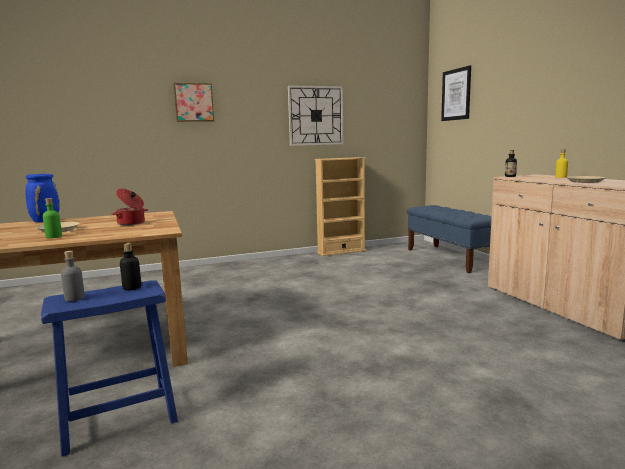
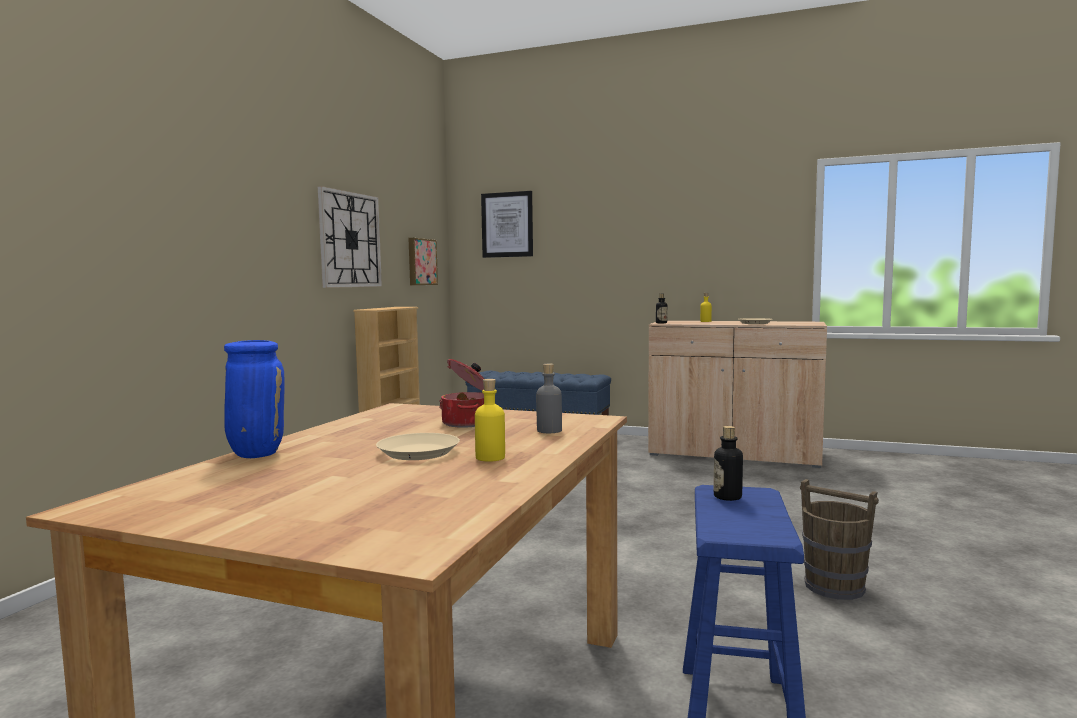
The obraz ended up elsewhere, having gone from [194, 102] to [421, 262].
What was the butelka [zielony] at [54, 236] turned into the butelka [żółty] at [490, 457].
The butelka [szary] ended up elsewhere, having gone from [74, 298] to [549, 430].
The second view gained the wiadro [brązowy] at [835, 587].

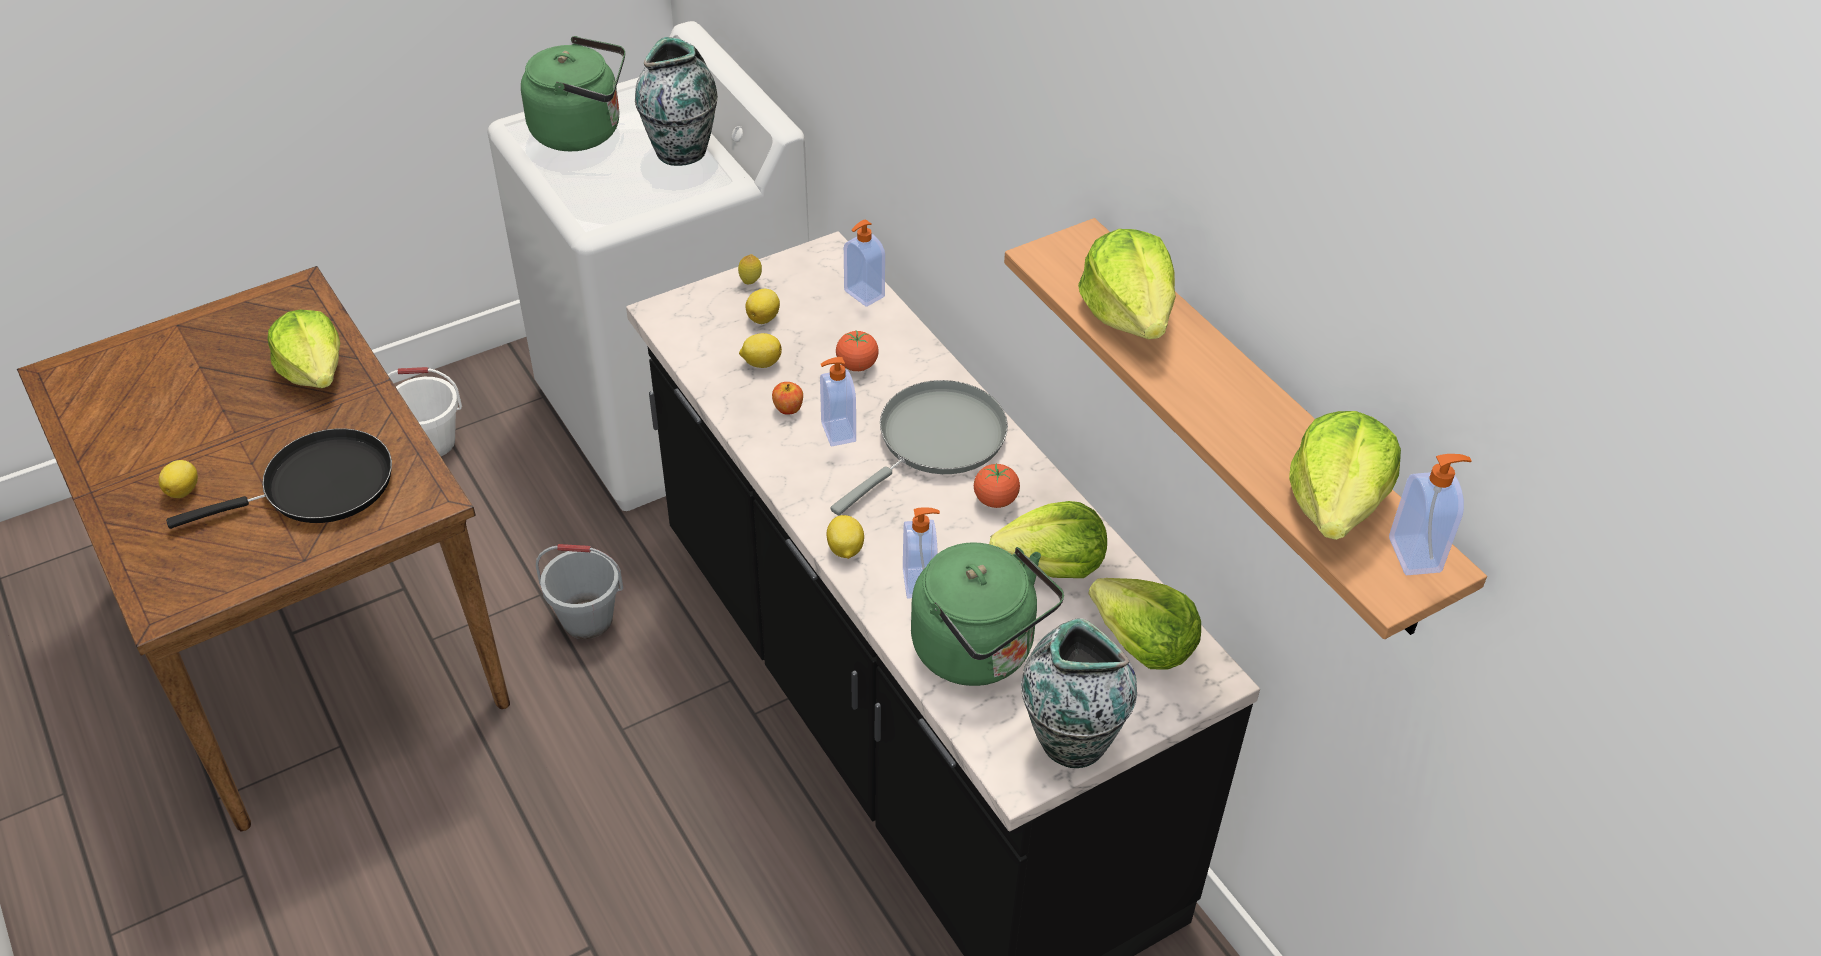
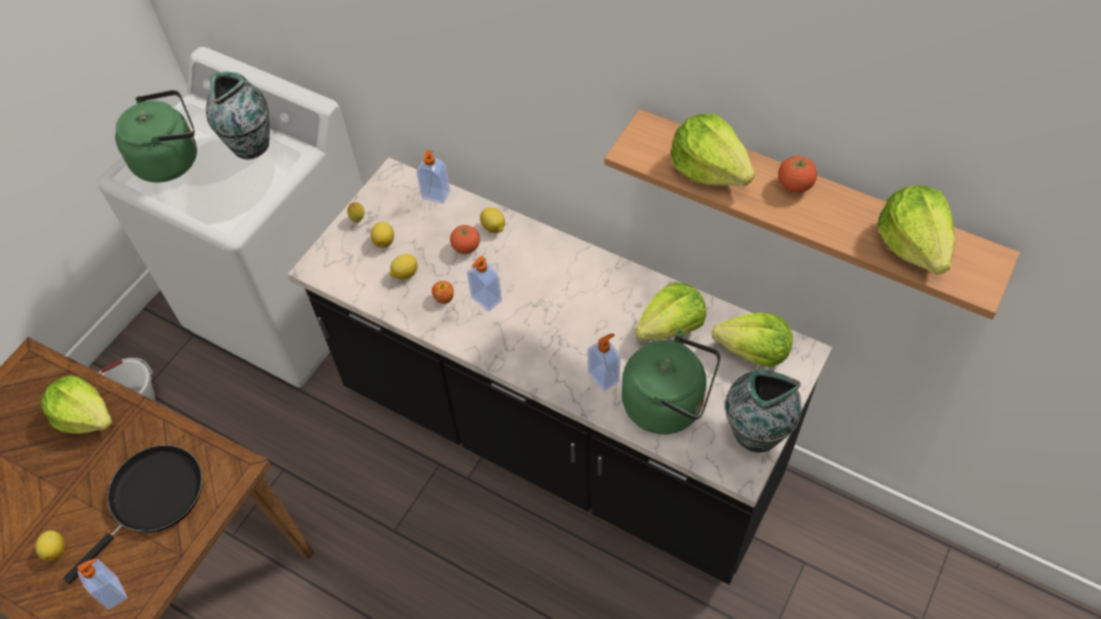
The dozownik mydła ended up elsewhere, having gone from [1416, 555] to [114, 592].
The cytryna ended up elsewhere, having gone from [845, 550] to [493, 228].
The pomidor ended up elsewhere, having gone from [995, 500] to [794, 185].
The second view lost the wiadro [szary] at [588, 619].
The second view lost the patelnia [szary] at [936, 441].

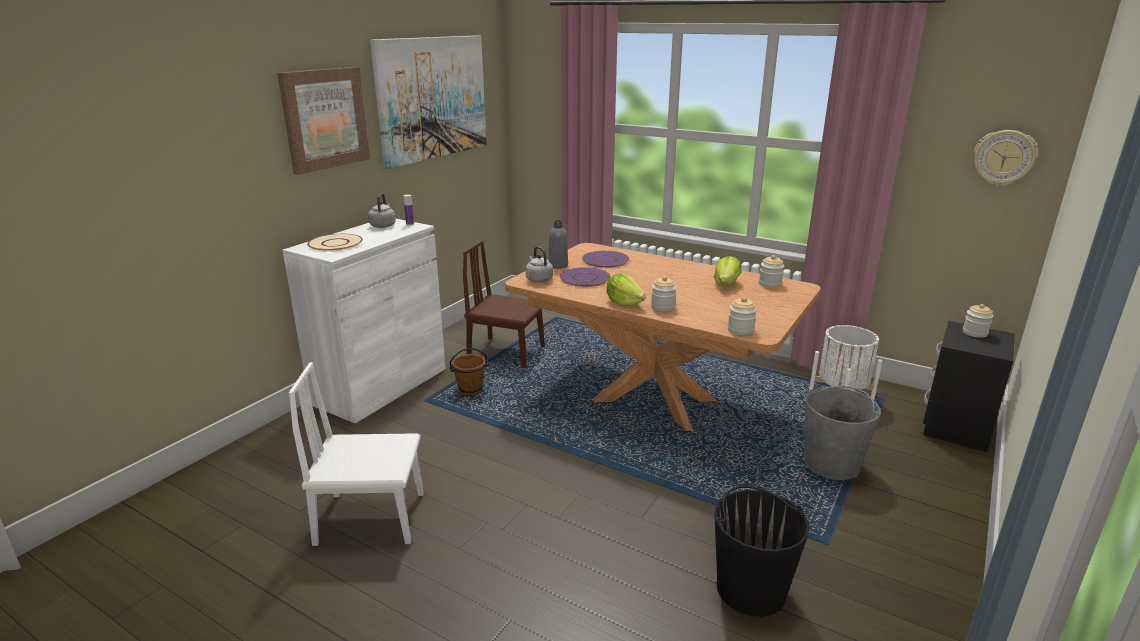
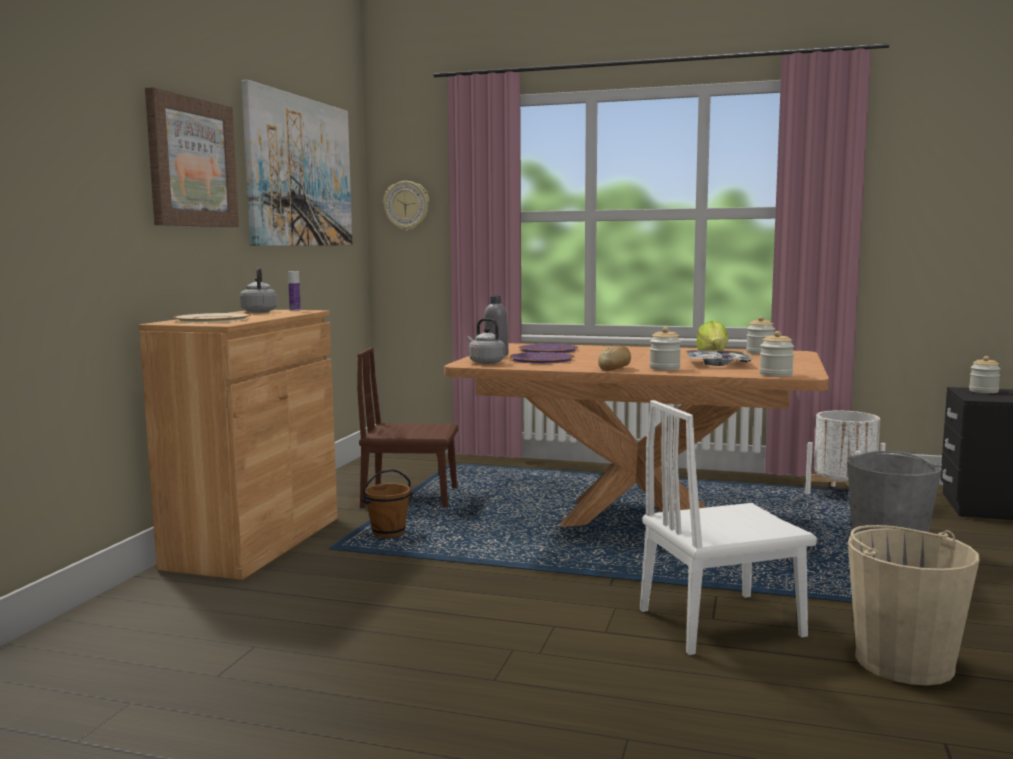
What was the szafka [biały] at [381, 386] turned into the szafka [brązowy] at [254, 542].
The zegar ścienny ended up elsewhere, having gone from [1003, 158] to [407, 206].
Where the sałata stood at [624, 303], the chleb came to stand at [615, 369].
The krzesło [biały] ended up elsewhere, having gone from [371, 518] to [721, 622].
The second view gained the taca at [717, 364].
What was the wiadro [czarny] at [750, 589] turned into the wiadro [beżowy] at [903, 661].

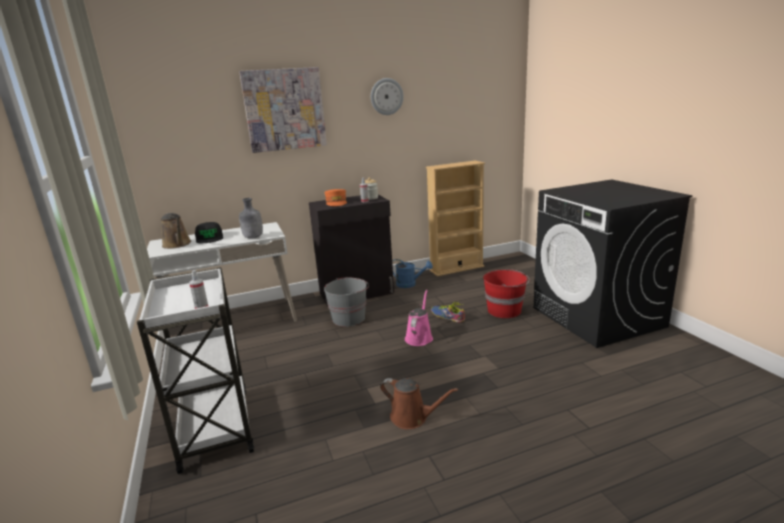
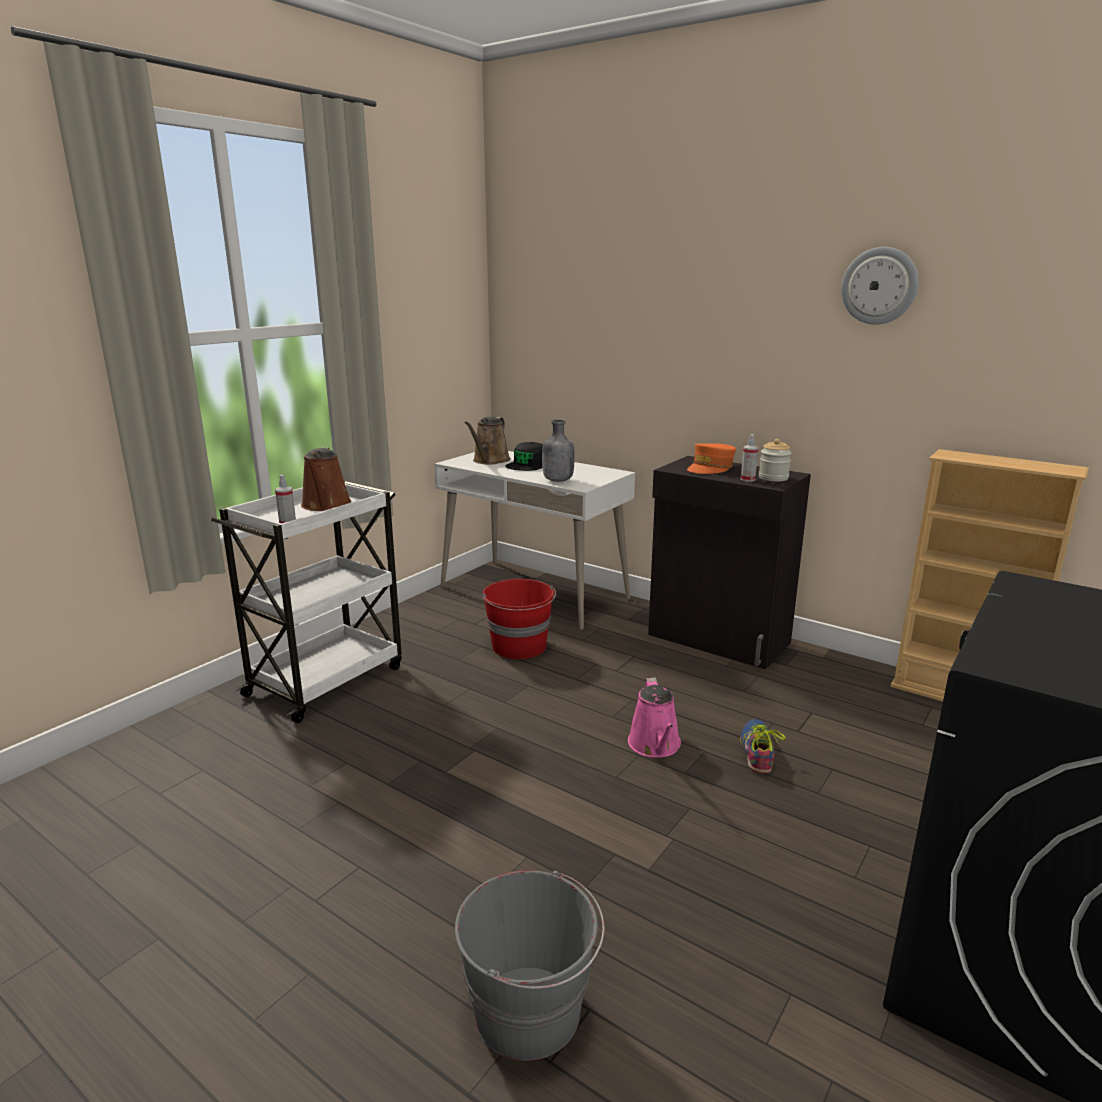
The konewka [brązowy] ended up elsewhere, having gone from [412, 418] to [325, 505].
The wiadro [szary] ended up elsewhere, having gone from [349, 318] to [530, 1011].
The wiadro [czerwony] ended up elsewhere, having gone from [505, 310] to [519, 647].
The konewka [różowy] at [419, 337] ended up facing another way, 105 degrees clockwise from before.
The second view lost the obraz at [284, 110].
The second view lost the konewka [niebieski] at [410, 284].

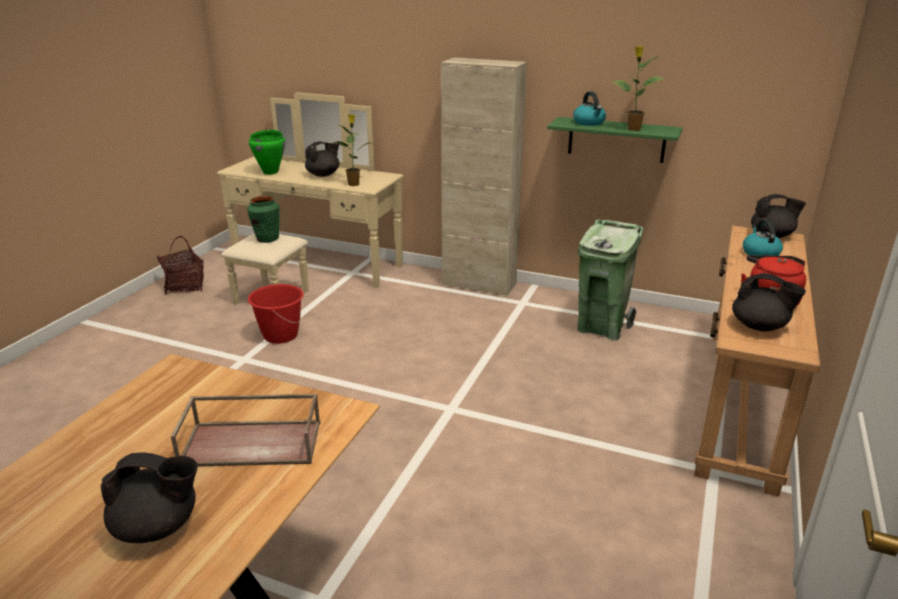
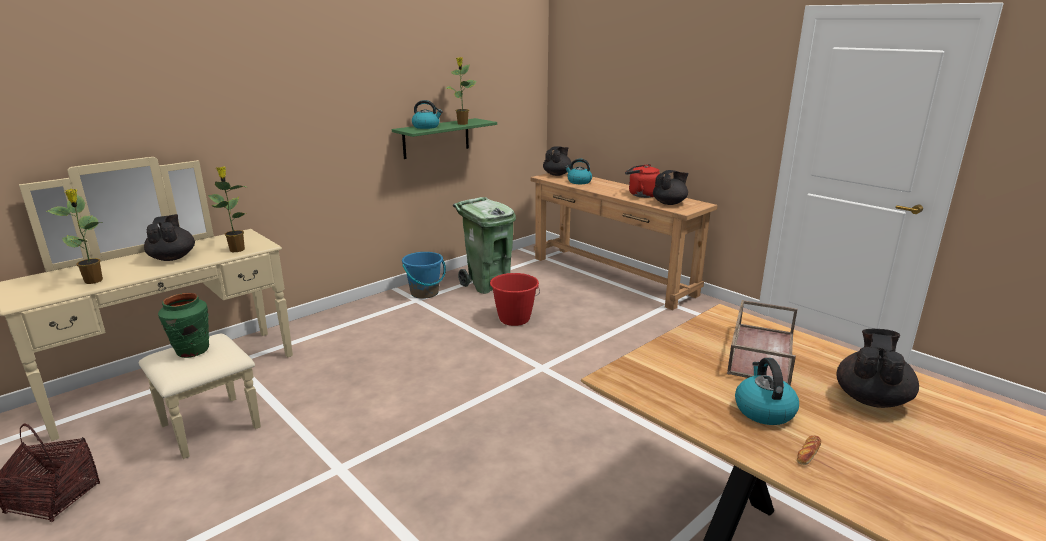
Where the garnek [zielony] stood at [271, 172], the roślina doniczkowa came to stand at [94, 281].
The second view gained the wiadro [niebieski] at [424, 293].
The wiadro [czerwony] ended up elsewhere, having gone from [280, 335] to [514, 319].
The second view gained the czajnik at [763, 410].
The second view gained the chleb at [808, 453].
The second view lost the szafka [beżowy] at [479, 284].

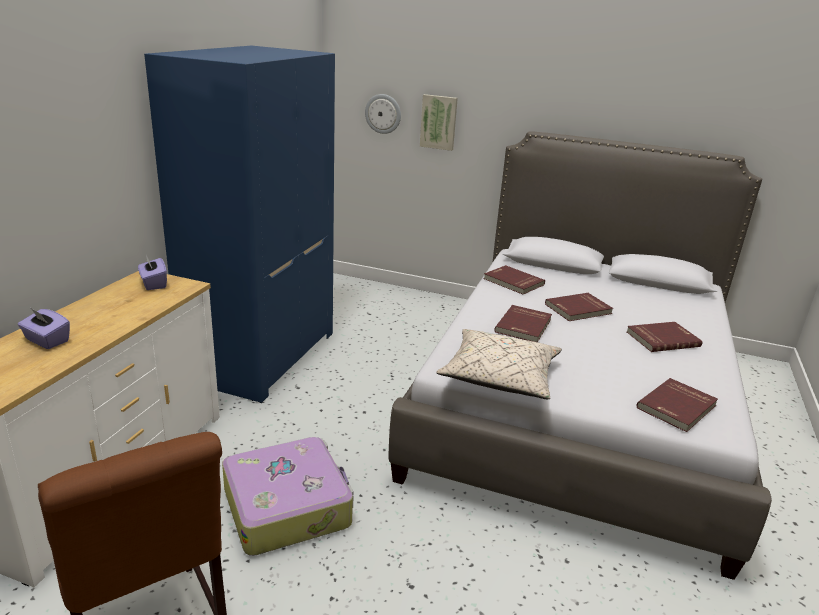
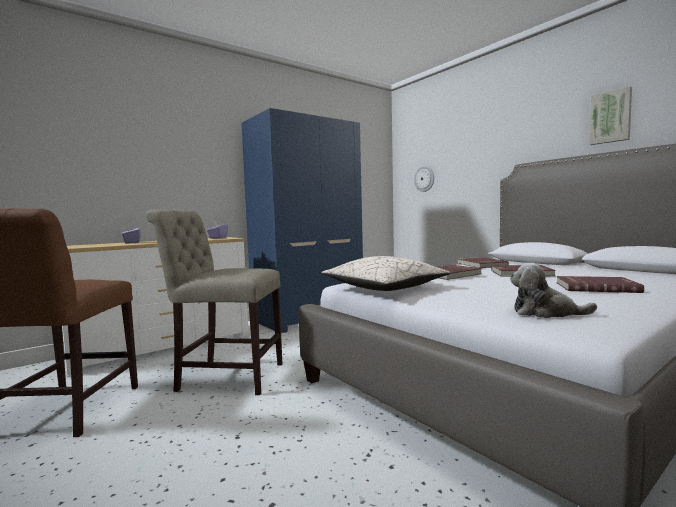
Where the walizka stood at [288, 506], the krzesło [beżowy] came to stand at [226, 376].
Where the książka [czerwony] stood at [678, 407], the pluszak came to stand at [545, 313].
The obraz ended up elsewhere, having gone from [438, 122] to [610, 117].

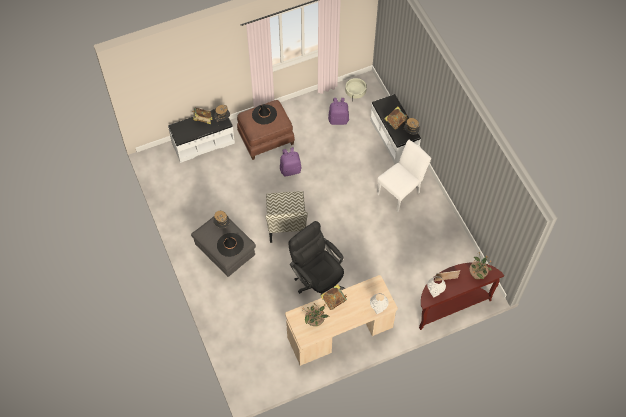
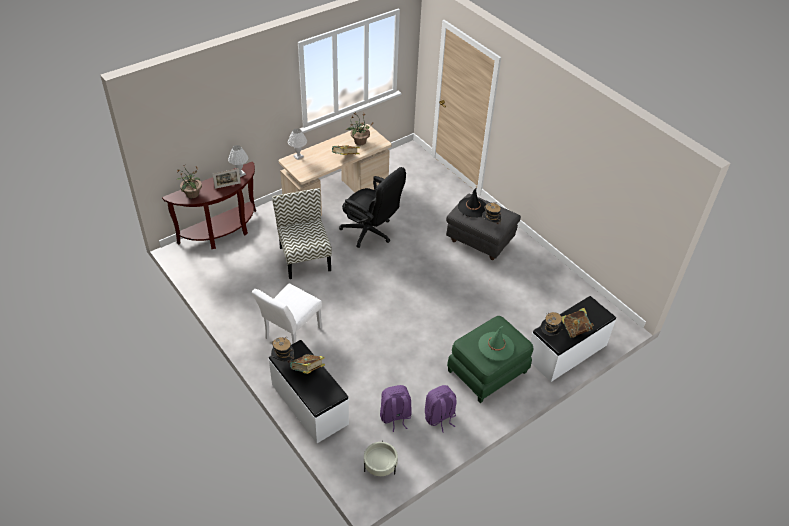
The krzesło ended up elsewhere, having gone from [286, 225] to [304, 258].
The plecak [fioletowy] ended up elsewhere, having gone from [290, 169] to [439, 417].
What was the pufa [brązowy] at [266, 138] turned into the pufa [zielony] at [488, 372].
What was the kapelusz [czarny] at [264, 114] turned into the kapelusz [zielony] at [496, 346].

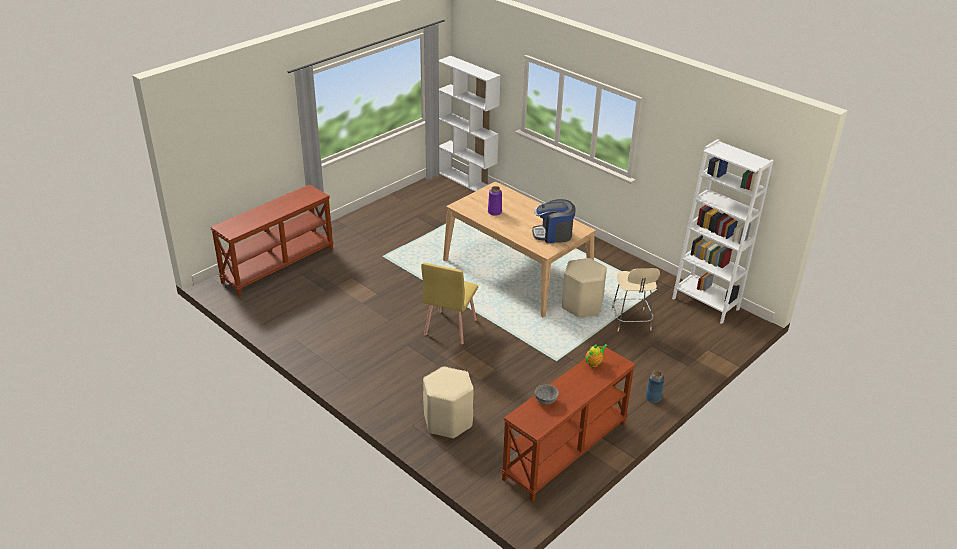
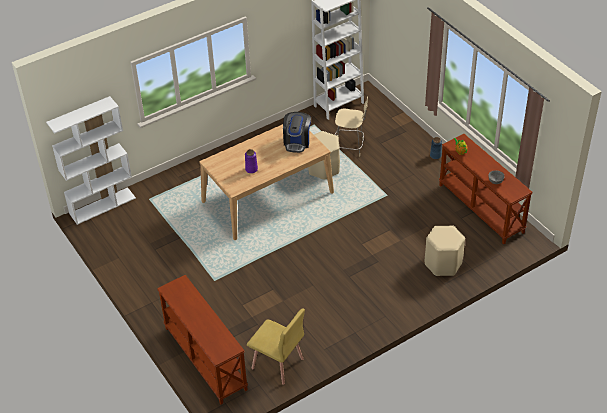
The krzesło [żółty] ended up elsewhere, having gone from [450, 327] to [277, 364].

